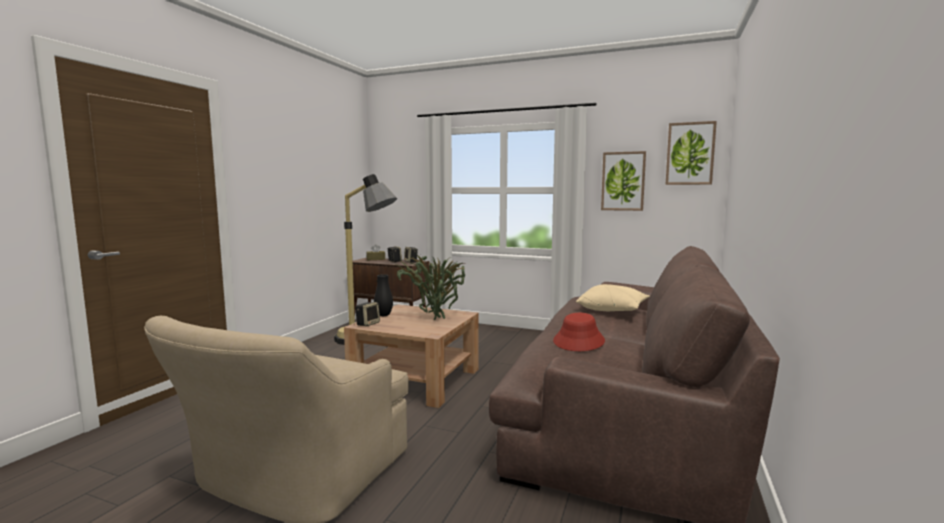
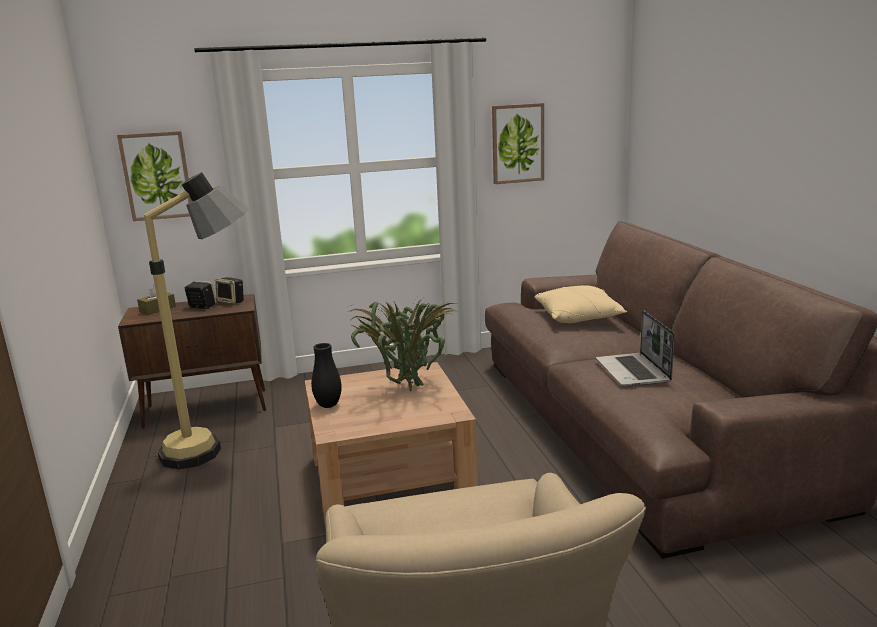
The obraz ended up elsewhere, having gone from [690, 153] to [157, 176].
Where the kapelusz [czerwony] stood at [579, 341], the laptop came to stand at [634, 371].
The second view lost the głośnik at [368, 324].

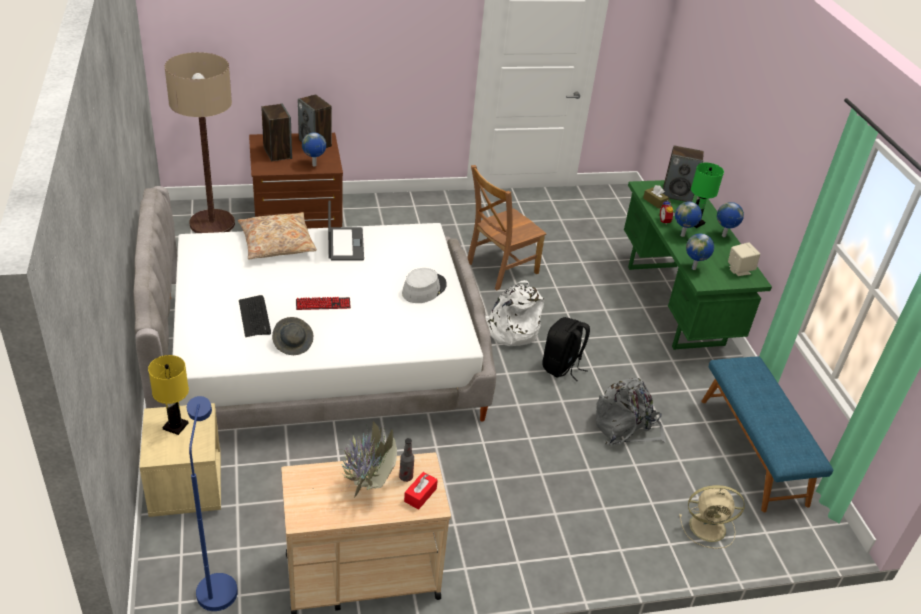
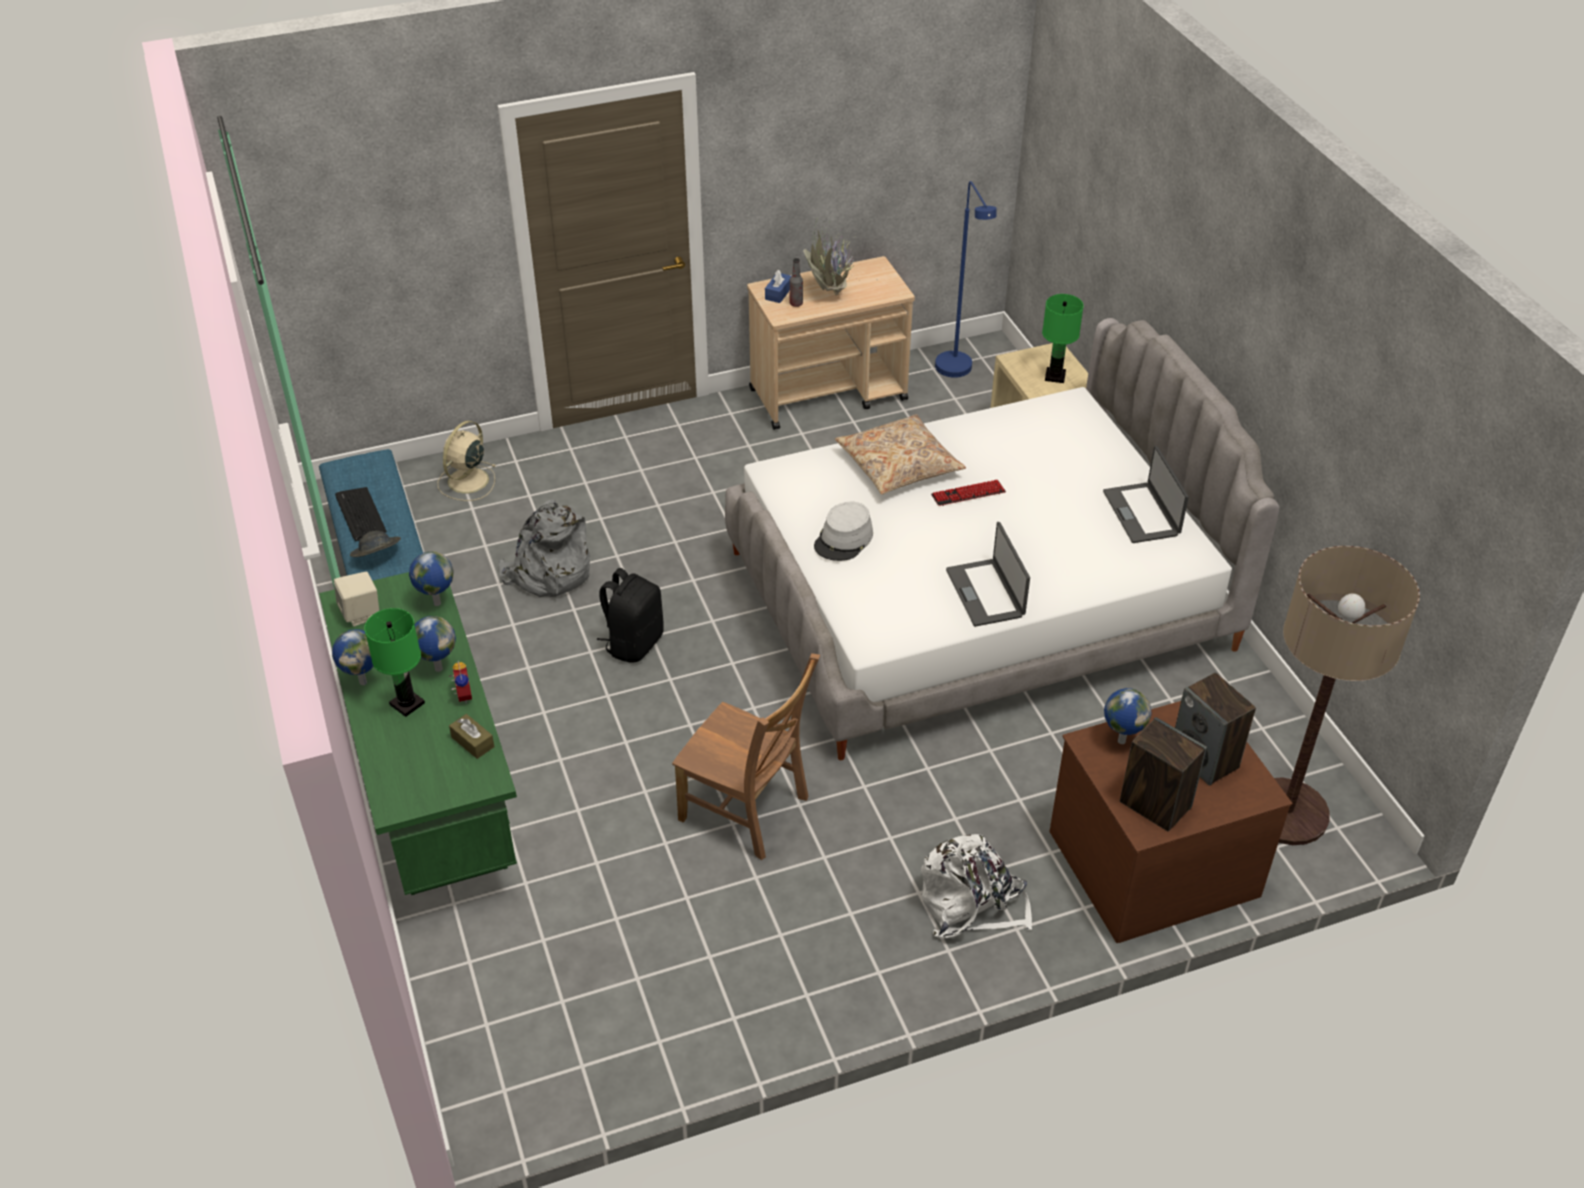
The klawiatura ended up elsewhere, having gone from [255, 317] to [360, 514].
The kapelusz [szary] ended up elsewhere, having gone from [293, 343] to [377, 556].
The wentylator [beżowy] at [709, 527] ended up facing another way, 60 degrees counterclockwise from before.
The krzesło [brązowy] at [499, 269] ended up facing another way, 75 degrees clockwise from before.
What was the pudełko chusteczek [czerwony] at [420, 495] turned into the pudełko chusteczek [niebieski] at [778, 293].
The poduszka [beżowy] ended up elsewhere, having gone from [277, 244] to [898, 465].
The plecak [biały] ended up elsewhere, having gone from [509, 330] to [971, 904].
What was the lampa stołowa [żółty] at [175, 426] turned into the lampa stołowa [zielony] at [1054, 376].
The second view gained the laptop at [1142, 513].
The second view lost the głośnik at [677, 194].

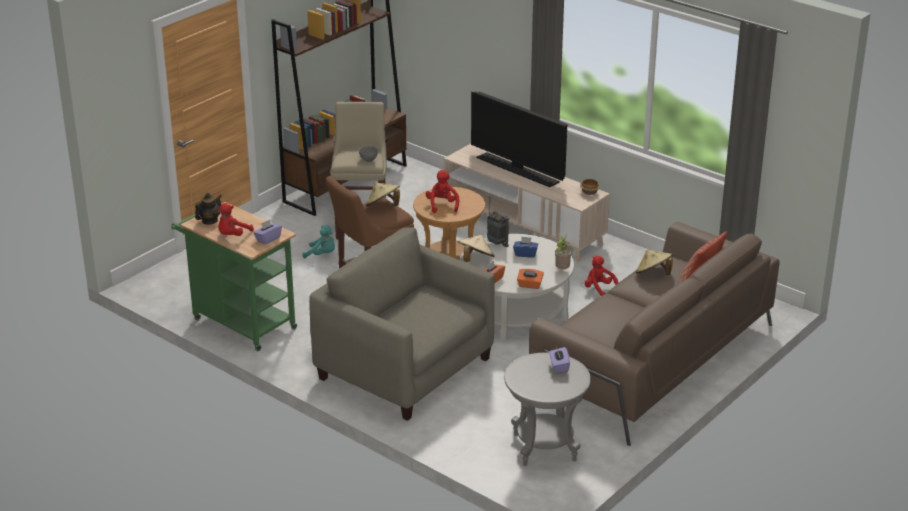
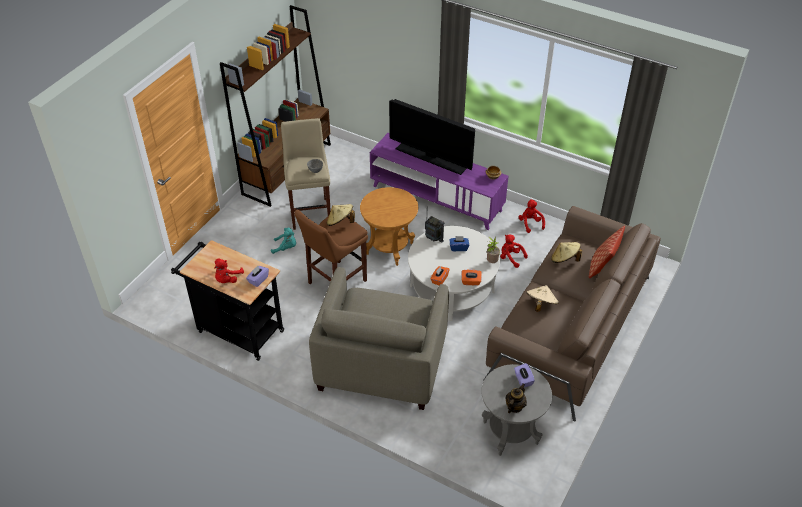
What was the wózek [zielony] at [239, 322] turned into the wózek [czarny] at [236, 330].
The fotel [beżowy] at [405, 369] ended up facing another way, 105 degrees counterclockwise from before.
What was the szafka pod telewizor [beżowy] at [523, 226] turned into the szafka pod telewizor [fioletowy] at [436, 198].
The imbryk ended up elsewhere, having gone from [209, 221] to [514, 406].
The pluszak [czerwony] ended up elsewhere, having gone from [442, 205] to [530, 223].
The kapelusz [beżowy] ended up elsewhere, having gone from [475, 259] to [541, 304].

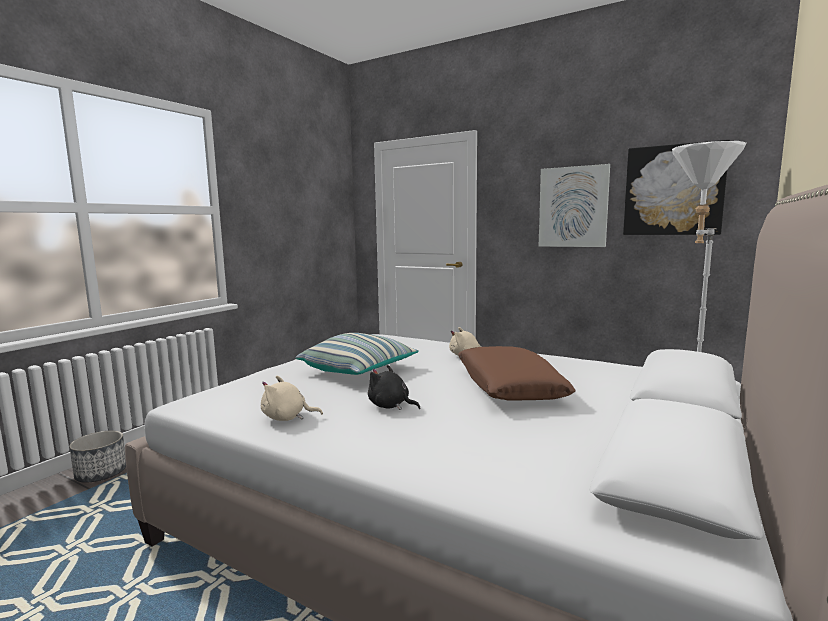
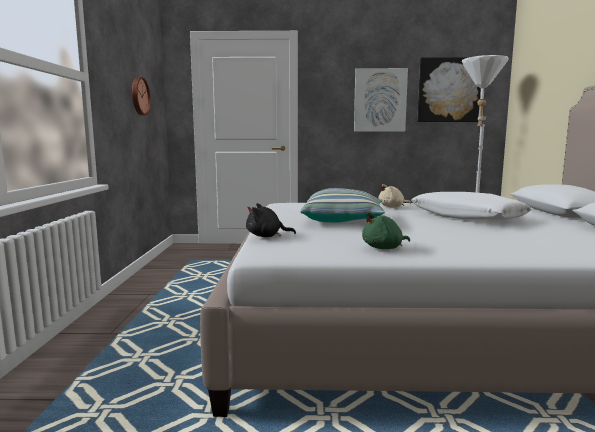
The second view gained the zegar ścienny at [139, 96].
The pluszak [czarny] ended up elsewhere, having gone from [390, 406] to [266, 236].
What was the pluszak [beżowy] at [287, 418] turned into the pluszak [zielony] at [384, 248].
What was the poduszka [brązowy] at [509, 386] turned into the poduszka [biały] at [467, 217].
The second view lost the donica at [101, 474].

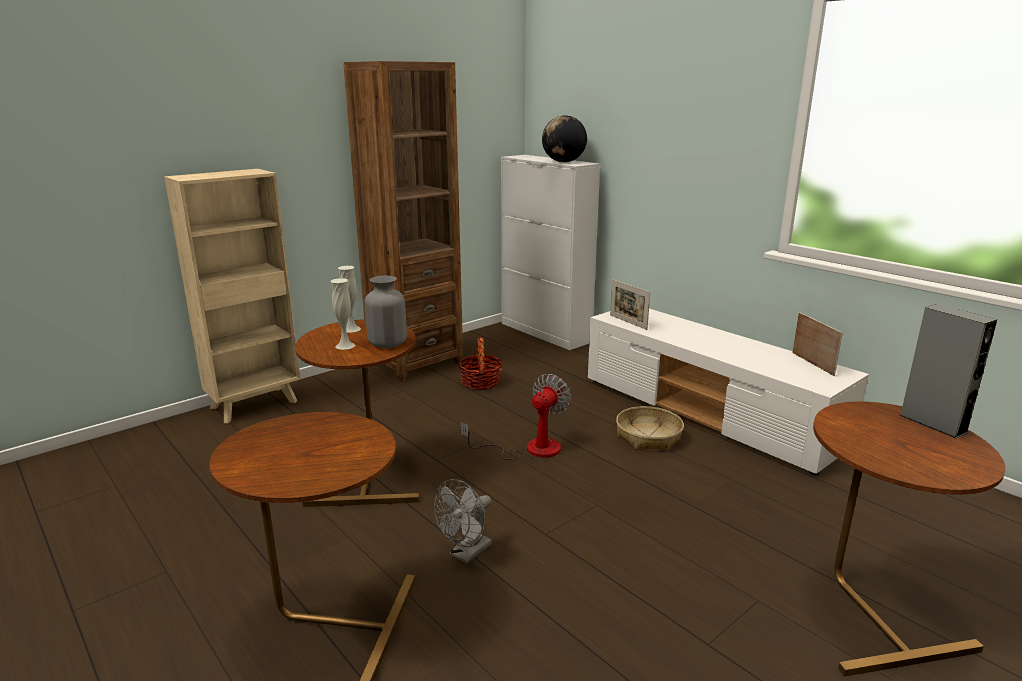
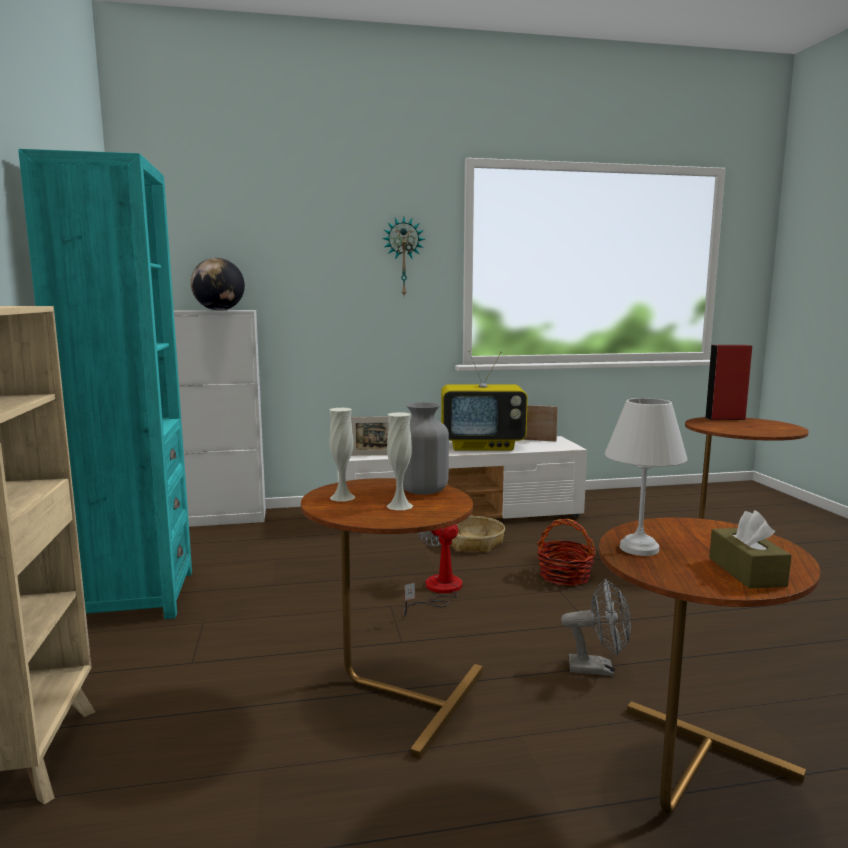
What was the regał [brązowy] at [415, 362] turned into the regał [turkusowy] at [136, 597].
The second view gained the zegar ścienny at [403, 257].
The second view gained the telewizor at [482, 446].
The koszyk ended up elsewhere, having gone from [480, 382] to [565, 576].
The wentylator [szary] at [466, 554] ended up facing another way, 60 degrees counterclockwise from before.
The second view gained the lampa stołowa [biały] at [641, 549].
What was the głośnik [szary] at [933, 423] turned into the głośnik [czerwony] at [725, 418].
The second view gained the pudełko chusteczek [brązowy] at [746, 572].

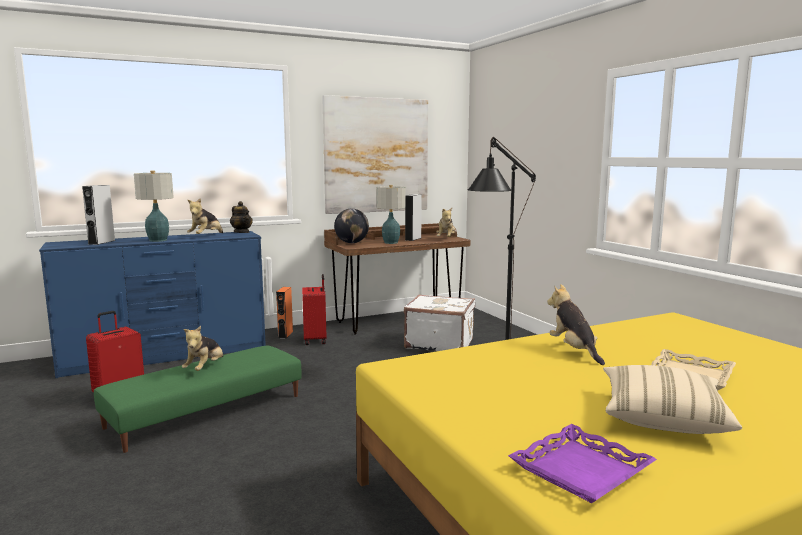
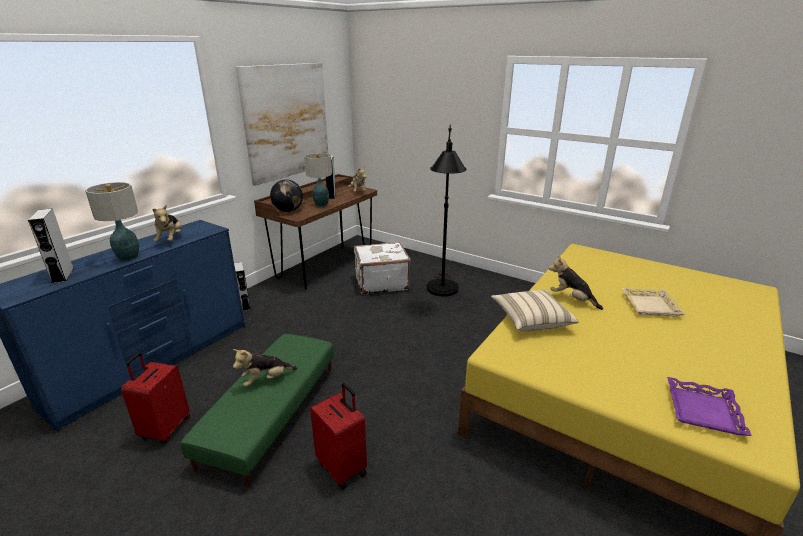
The pluszak at [205, 368] ended up facing another way, 75 degrees clockwise from before.
What was the głośnik [pomarańczowy] at [285, 334] turned into the głośnik [szary] at [245, 305].
The walizka [czerwony] ended up elsewhere, having gone from [316, 340] to [343, 467].
The poduszka [beżowy] ended up elsewhere, having gone from [662, 417] to [531, 320].
The second view lost the imbryk at [242, 232].

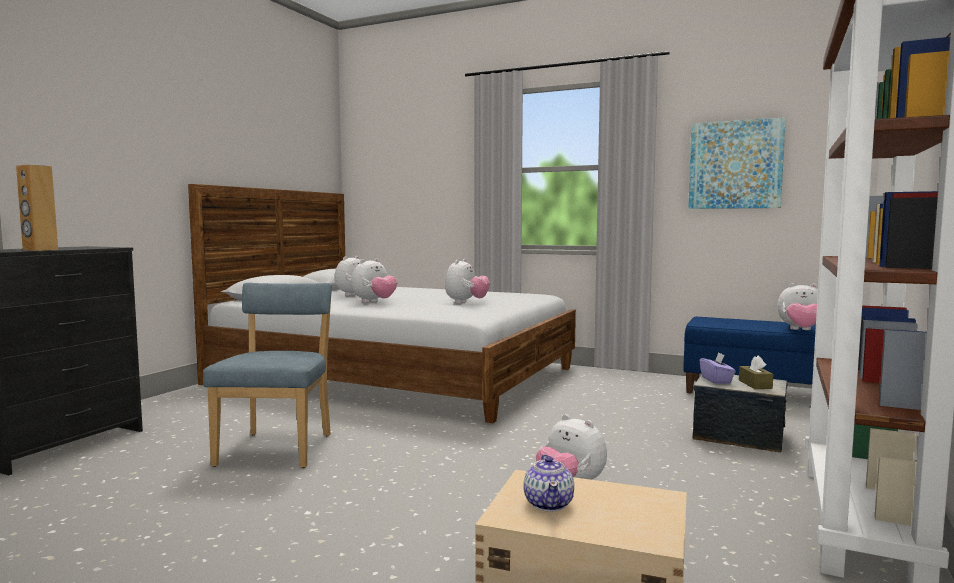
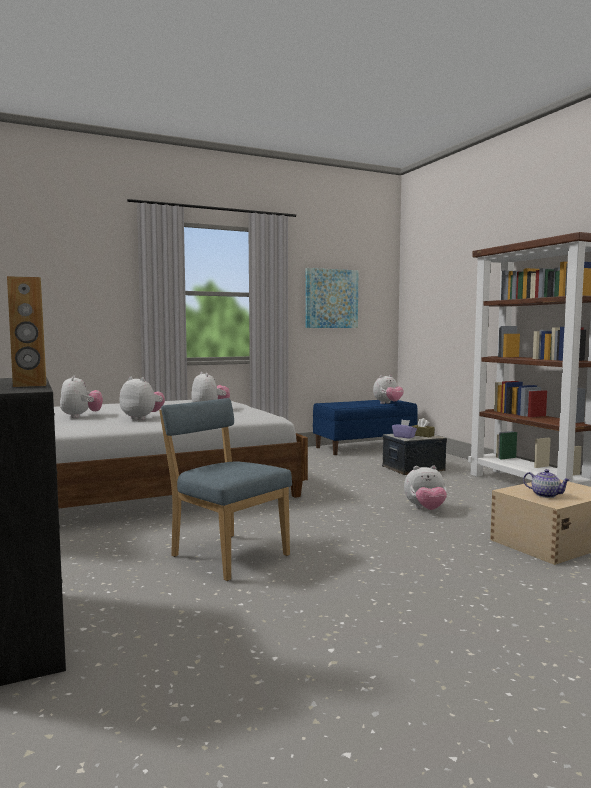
The pluszak at [374, 302] ended up facing another way, 45 degrees counterclockwise from before.

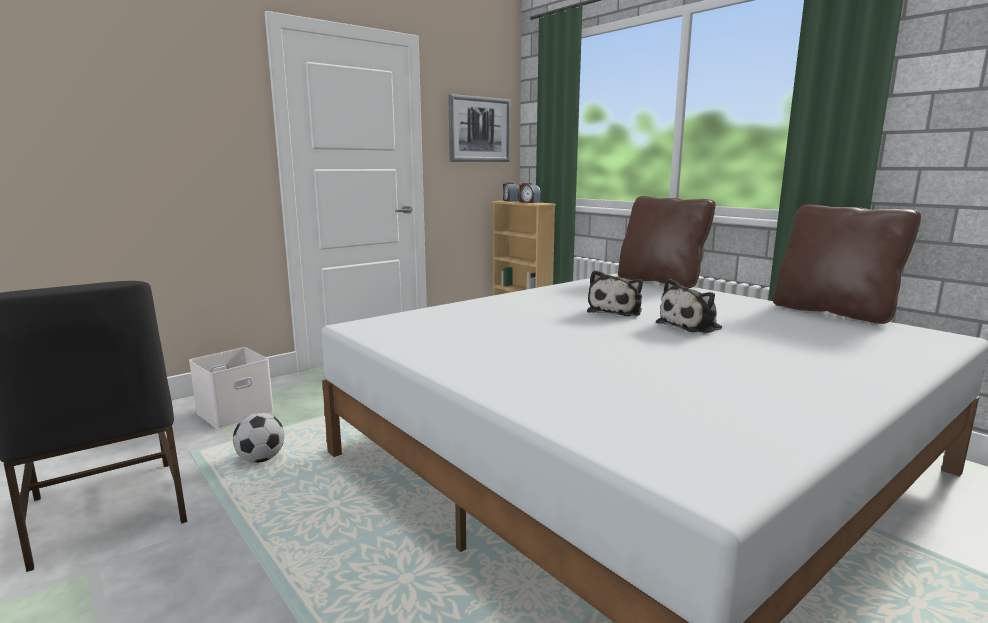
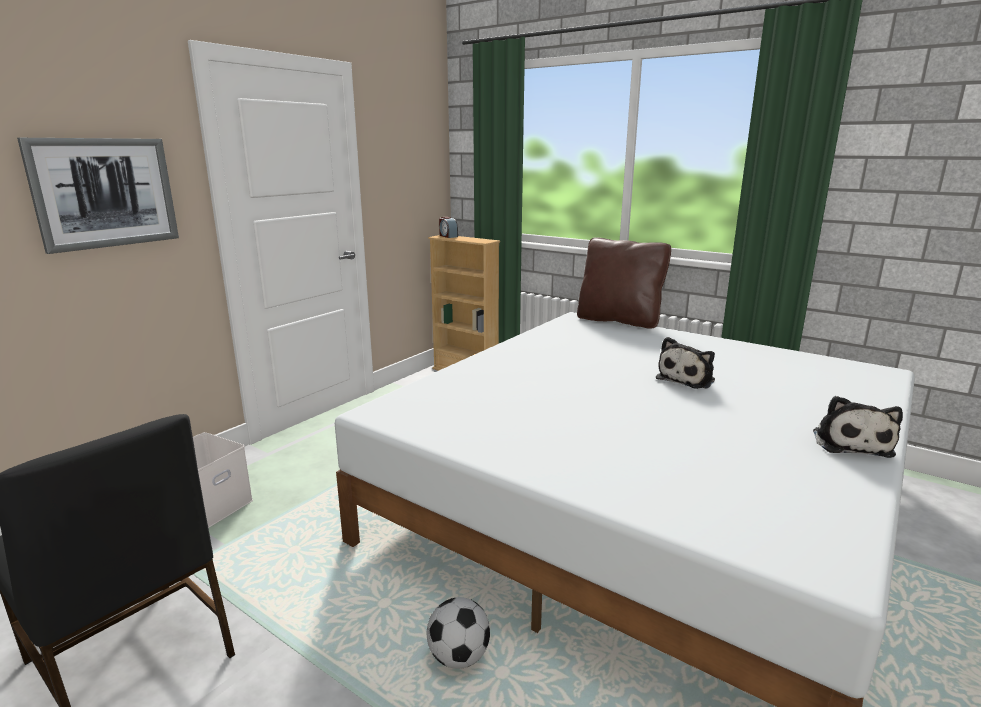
The obraz ended up elsewhere, having gone from [479, 129] to [105, 193].
The piłka futbolowa ended up elsewhere, having gone from [261, 459] to [459, 656].
The pluszak ended up elsewhere, having gone from [616, 311] to [850, 443].
The second view lost the budzik at [529, 202].
The second view lost the poduszka [brązowy] at [833, 312].

